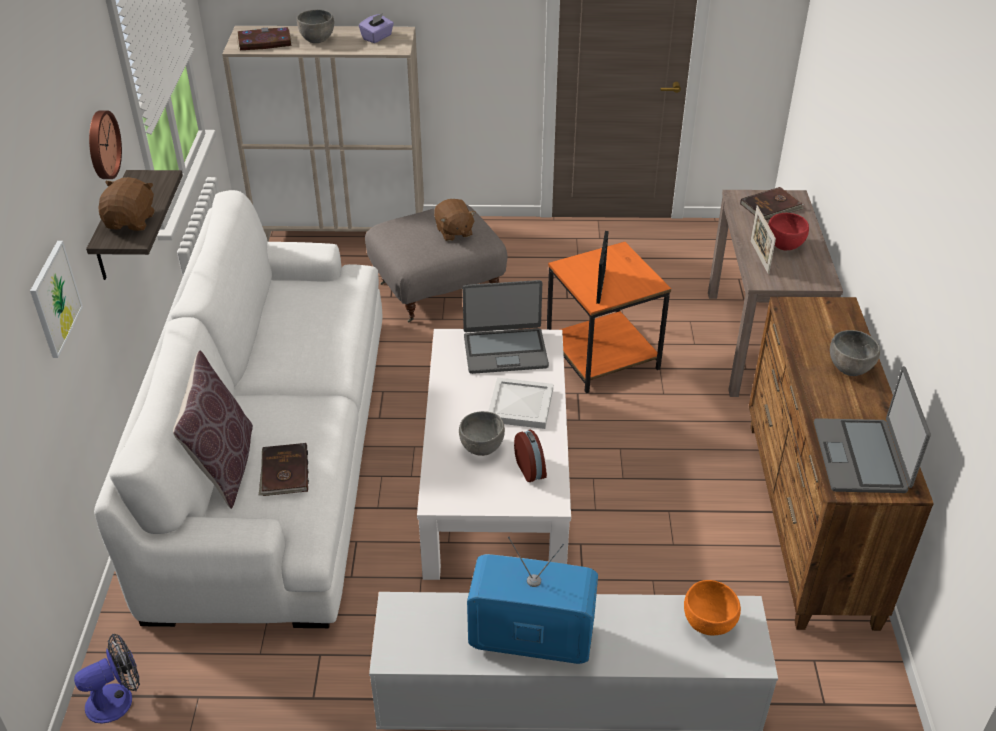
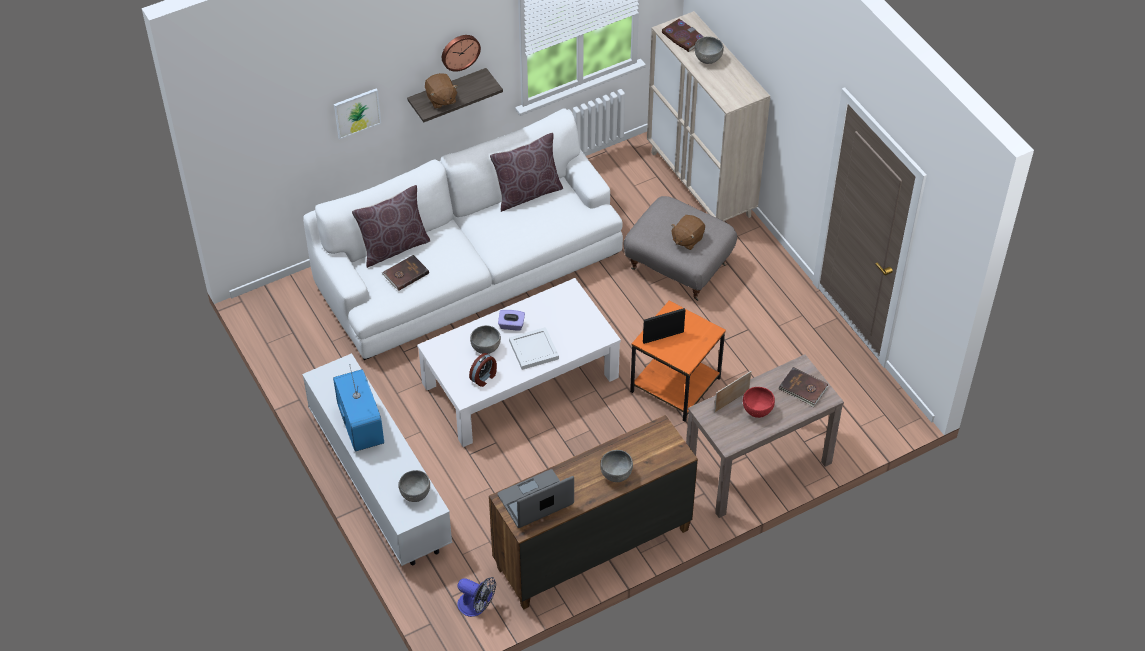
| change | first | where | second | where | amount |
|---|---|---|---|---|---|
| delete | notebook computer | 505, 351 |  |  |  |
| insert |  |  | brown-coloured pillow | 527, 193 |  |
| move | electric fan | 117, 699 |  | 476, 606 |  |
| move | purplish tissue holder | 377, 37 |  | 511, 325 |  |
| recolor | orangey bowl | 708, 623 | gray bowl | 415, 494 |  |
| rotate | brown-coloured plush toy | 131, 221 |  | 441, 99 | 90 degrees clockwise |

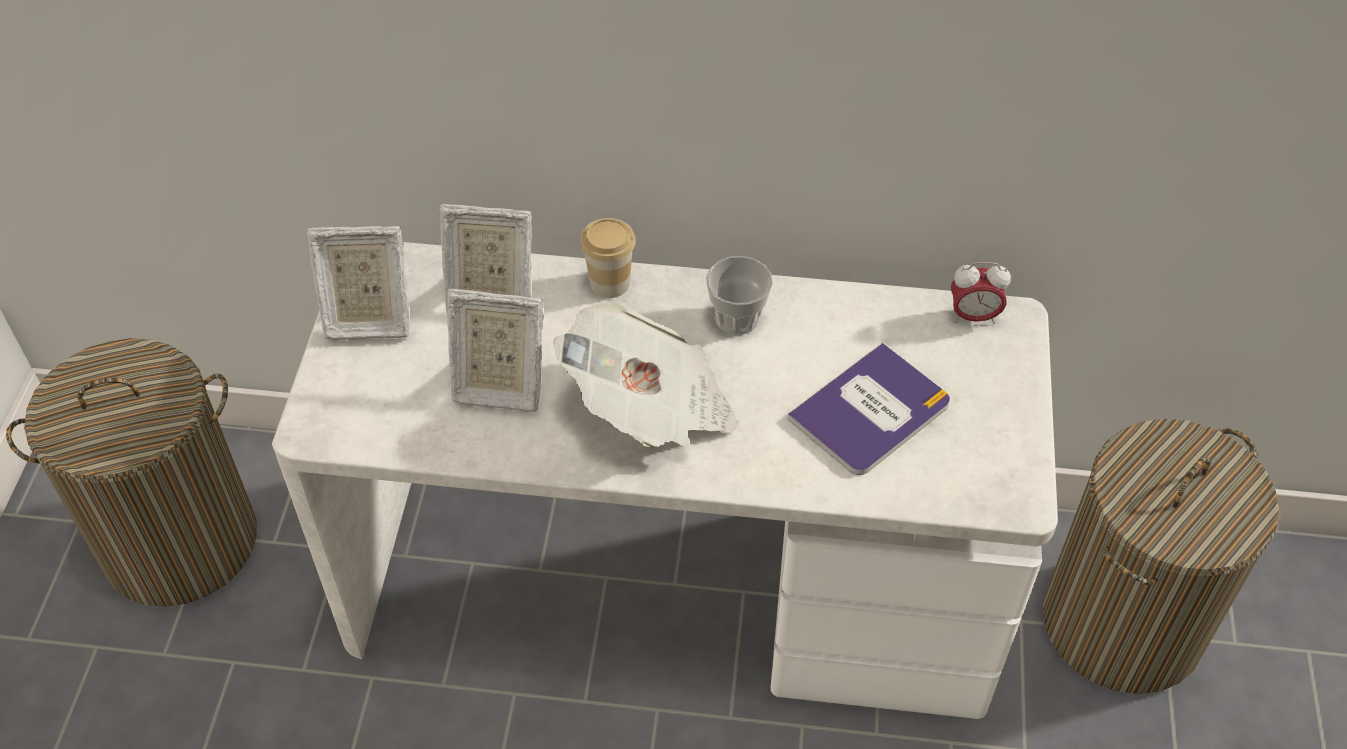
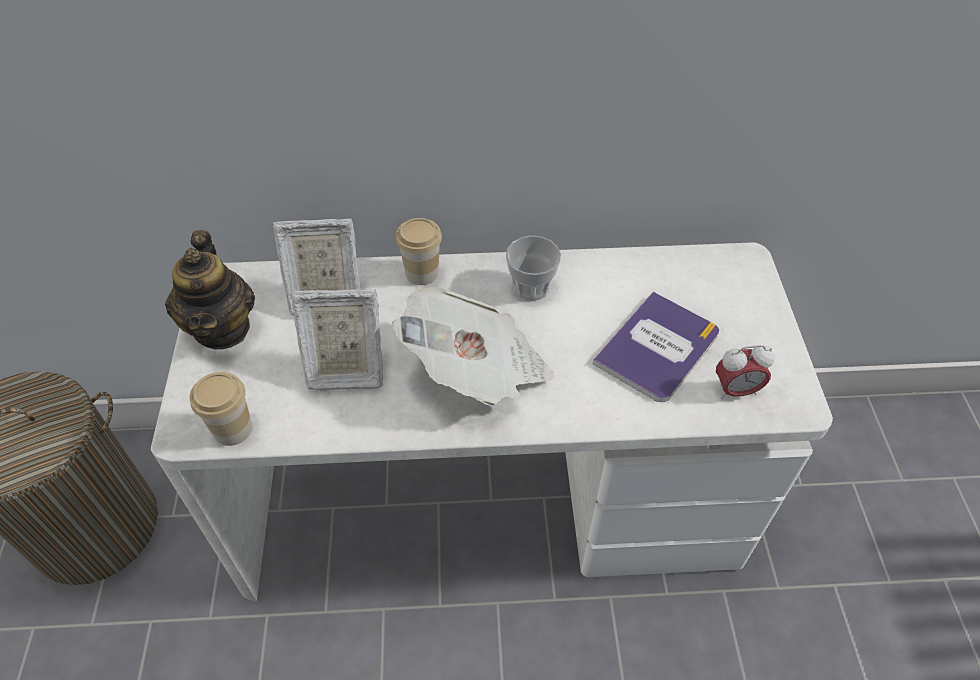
| change | first | where | second | where | amount |
|---|---|---|---|---|---|
| delete | laundry basket | 1122, 623 |  |  |  |
| insert |  |  | small cup | 233, 429 |  |
| move | alarm clock | 973, 316 |  | 735, 390 |  |
| replace | standing frame | 367, 318 | tea pot | 222, 328 |  |

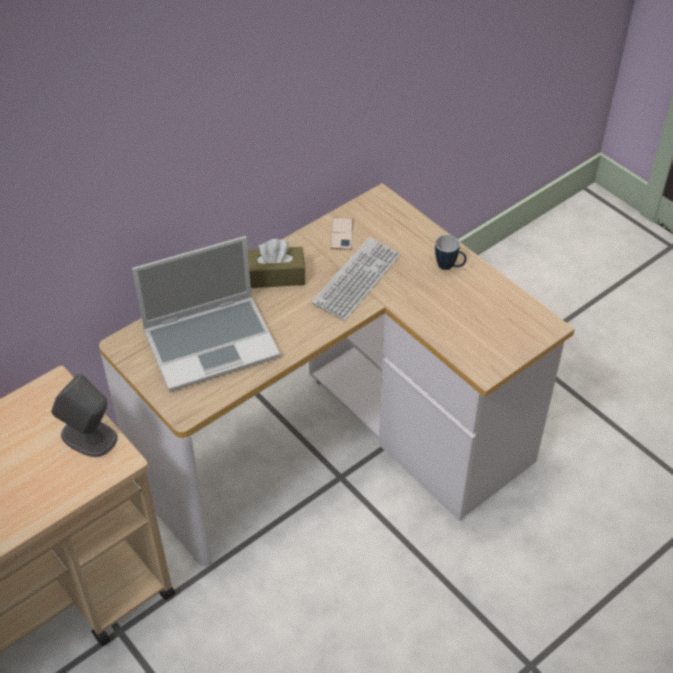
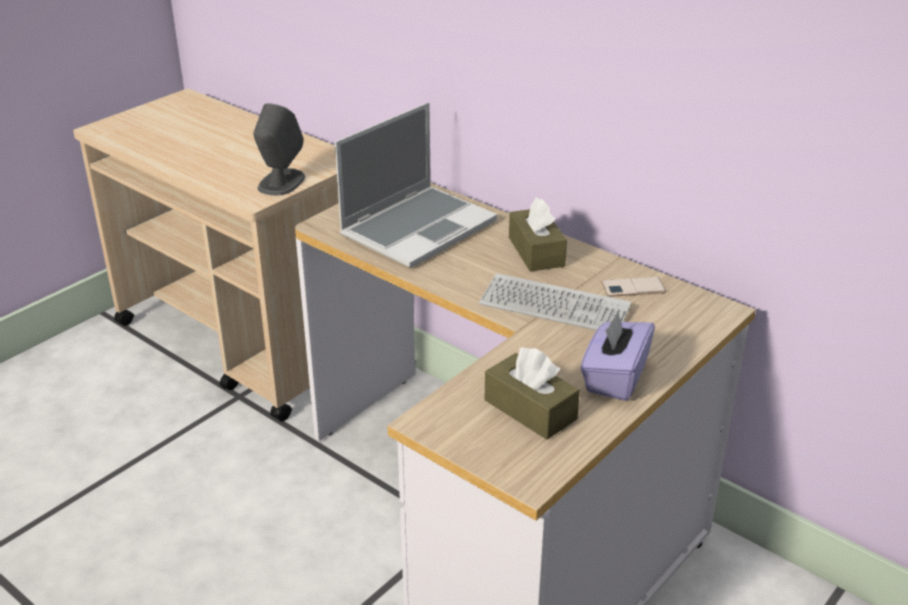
| change | first | where | second | where | amount |
|---|---|---|---|---|---|
| insert |  |  | brown-coloured tissue holder | 530, 409 |  |
| replace | tea mug | 449, 267 | purplish tissue holder | 614, 377 |  |
| rotate | notebook computer | 212, 343 |  | 418, 228 | 105 degrees counterclockwise |

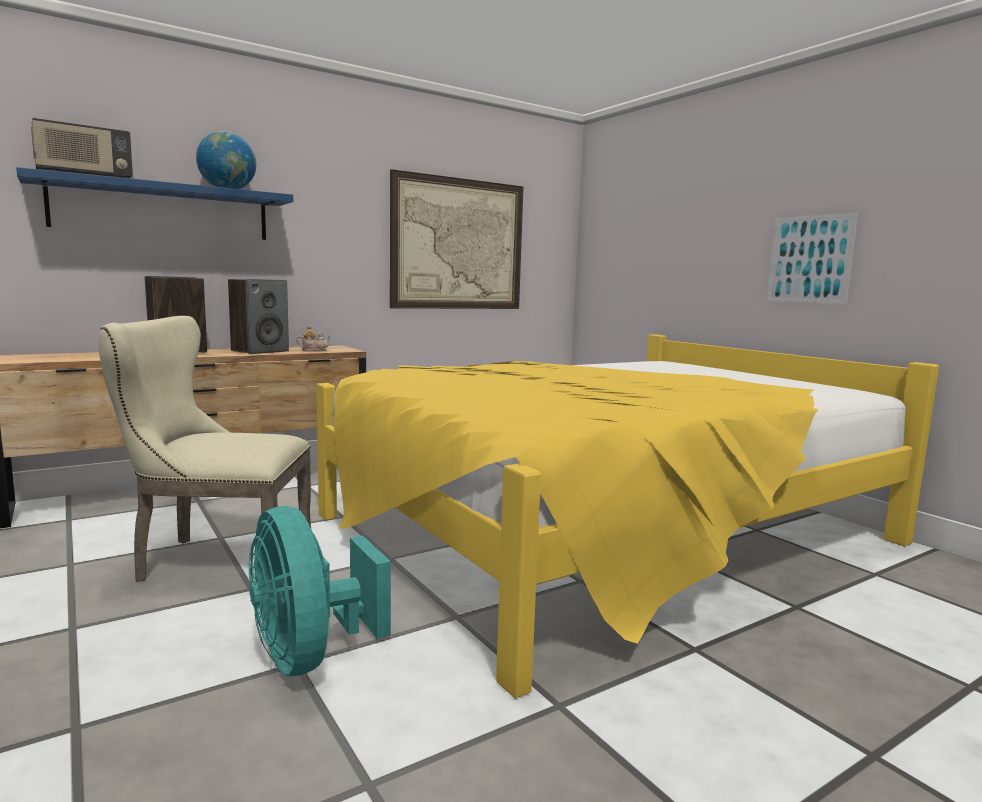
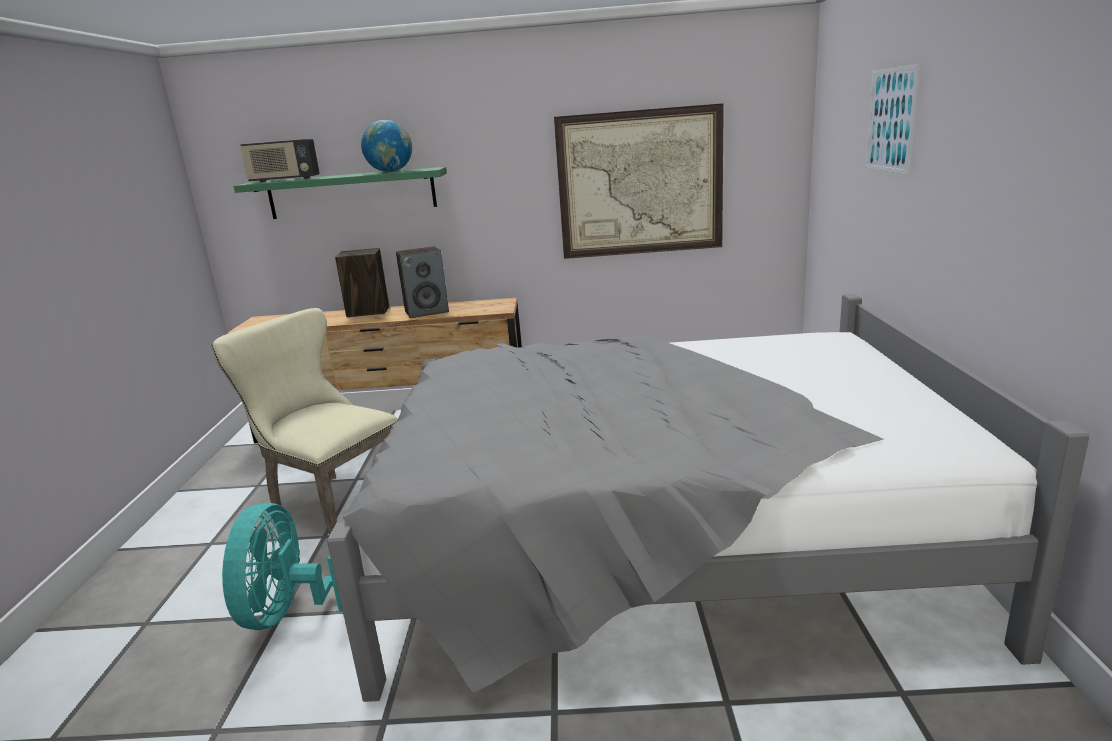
| change | first | where | second | where | amount |
|---|---|---|---|---|---|
| delete | tea pot | 313, 350 |  |  |  |
| move | picture | 809, 259 |  | 891, 120 |  |
| recolor | bluish wall shelf | 163, 210 | greenish wall shelf | 351, 193 |  |
| recolor | yellow bed | 606, 530 | gray bed | 658, 541 |  |

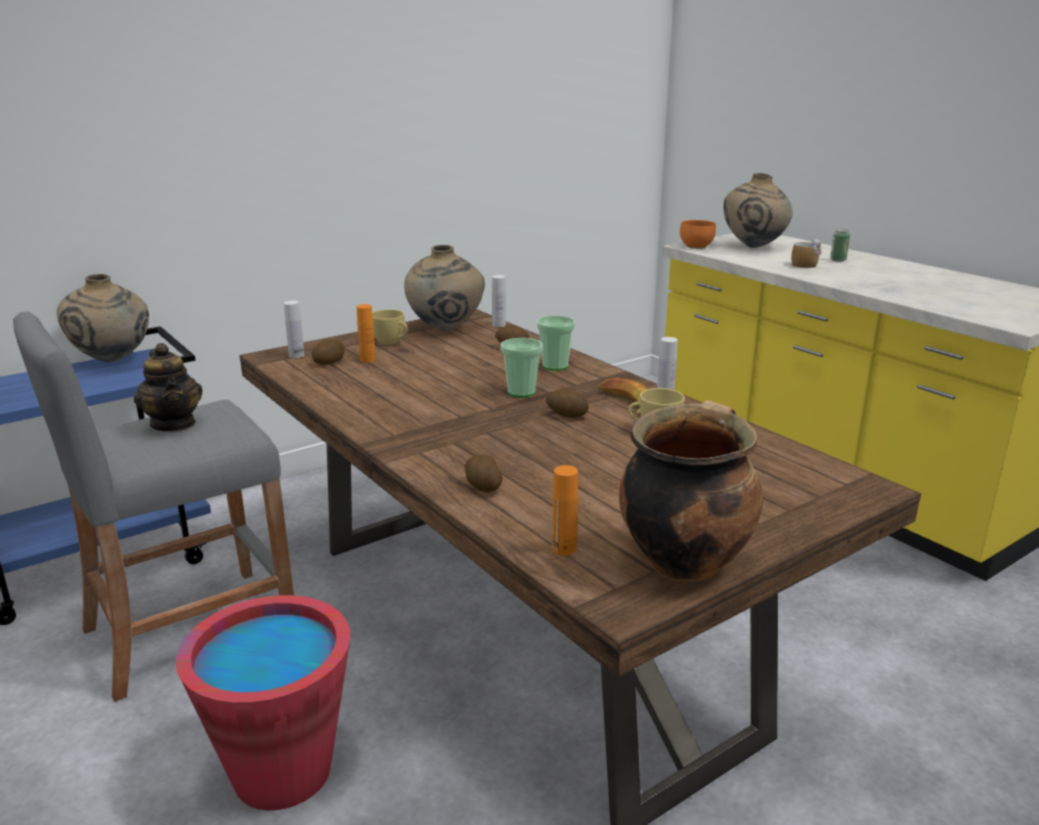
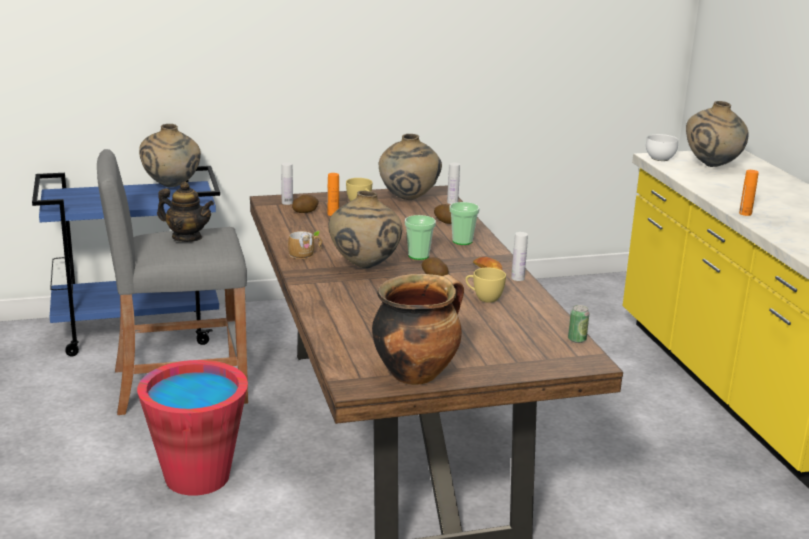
| change | first | where | second | where | amount |
|---|---|---|---|---|---|
| delete | whole potato | 482, 486 |  |  |  |
| insert |  |  | sand-coloured vase | 364, 266 |  |
| move | orangey bottle | 564, 549 |  | 745, 213 |  |
| move | tea mug | 806, 264 |  | 305, 254 |  |
| move | sealed can | 838, 260 |  | 577, 339 |  |
| recolor | orangey bowl | 697, 247 | white-coloured bowl | 660, 159 |  |
| rotate | tea pot | 174, 424 |  | 187, 238 | 60 degrees counterclockwise |

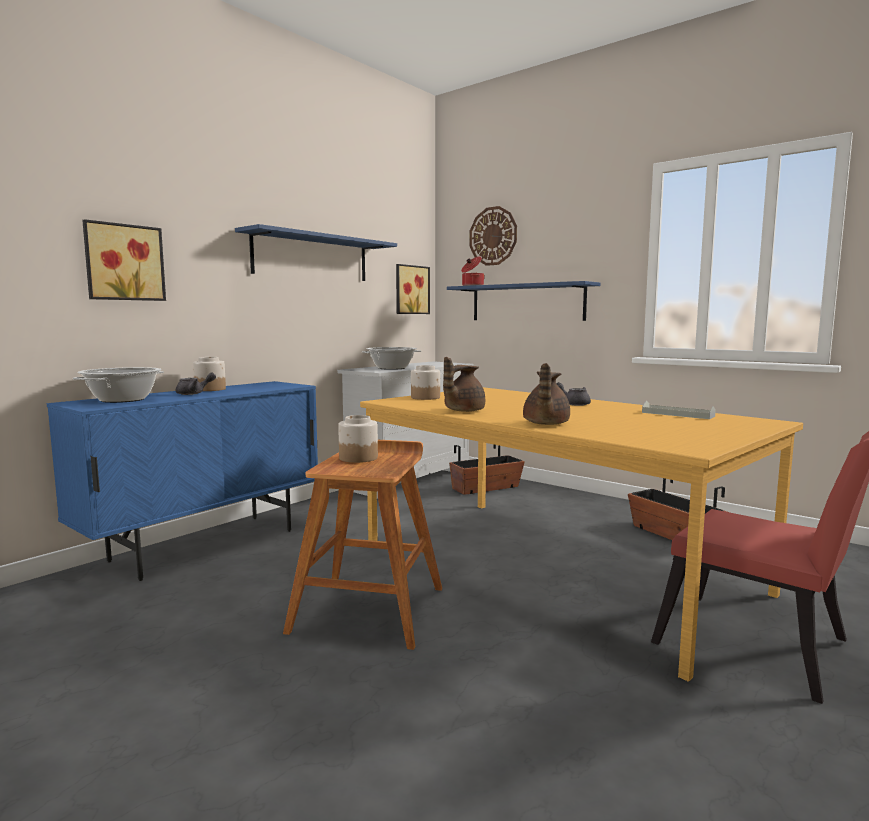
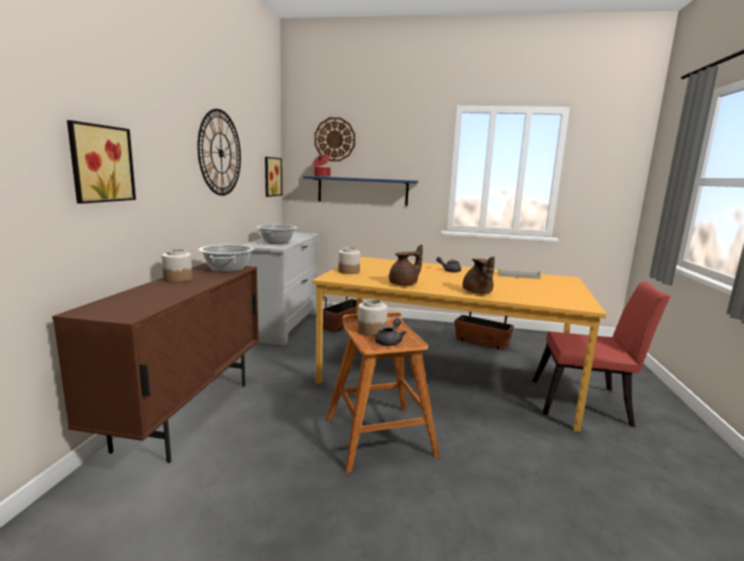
| change | first | where | second | where | amount |
|---|---|---|---|---|---|
| move | cooking pot | 122, 400 |  | 227, 269 |  |
| move | gray tea pot | 194, 393 |  | 390, 341 |  |
| replace | bluish wall shelf | 312, 257 | clock on the wall | 220, 153 |  |
| recolor | bluish storage cabinet | 206, 545 | brown-coloured storage cabinet | 187, 414 |  |
| rotate | brown-coloured tea pot | 462, 411 |  | 404, 284 | 135 degrees counterclockwise |

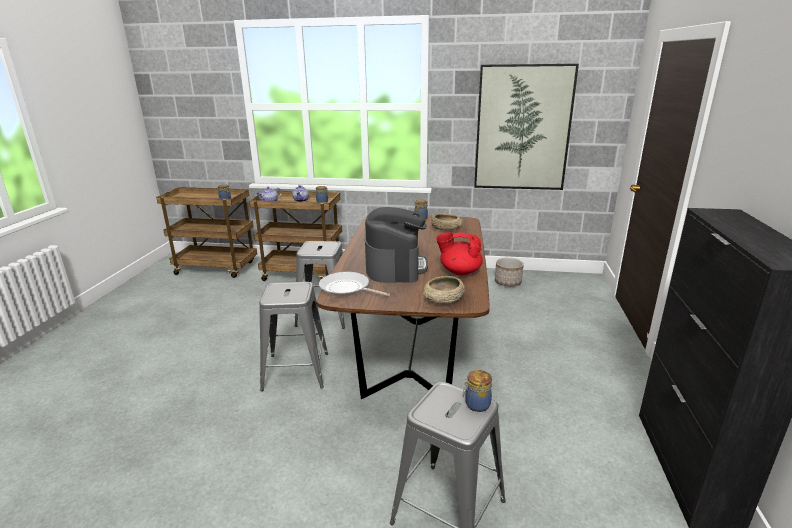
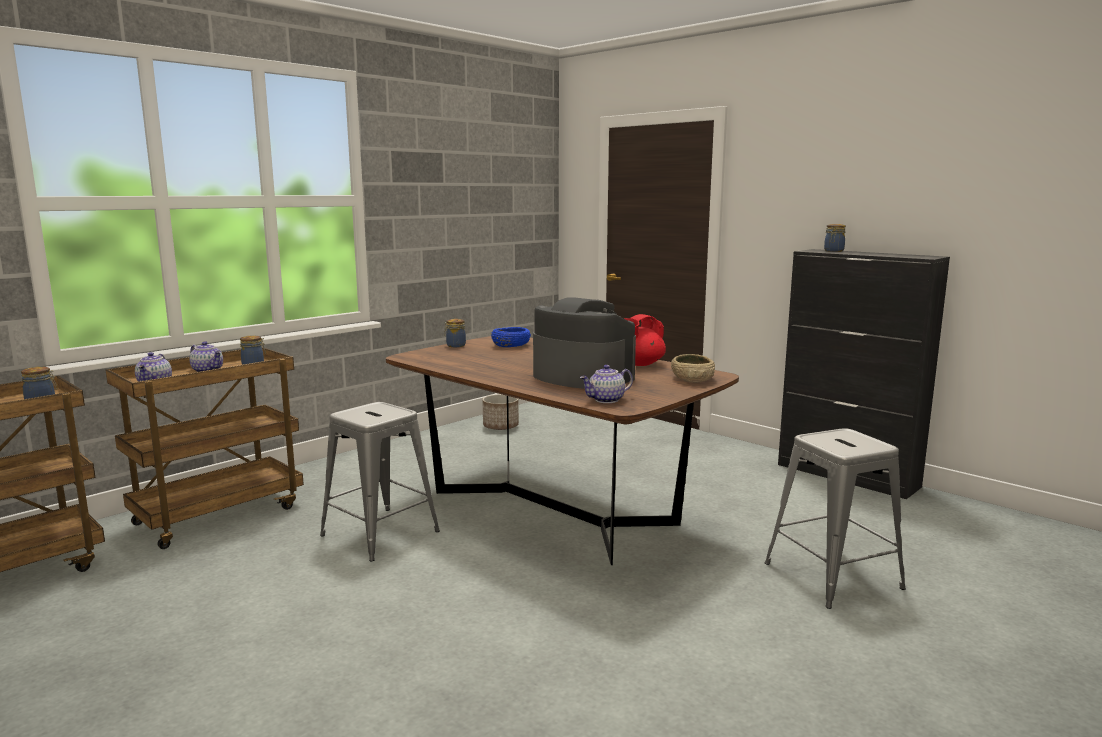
| change | first | where | second | where | amount |
|---|---|---|---|---|---|
| delete | gray sitting stool | 296, 371 |  |  |  |
| delete | picture | 522, 129 |  |  |  |
| move | storage jar | 476, 404 |  | 833, 251 |  |
| replace | skillet | 347, 288 | tea pot | 606, 400 |  |
| recolor | sand-coloured bowl | 445, 228 | bluish bowl | 510, 345 |  |

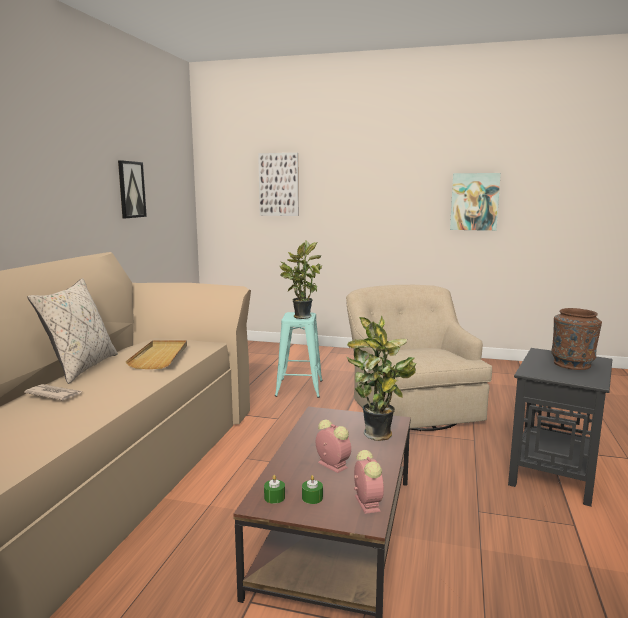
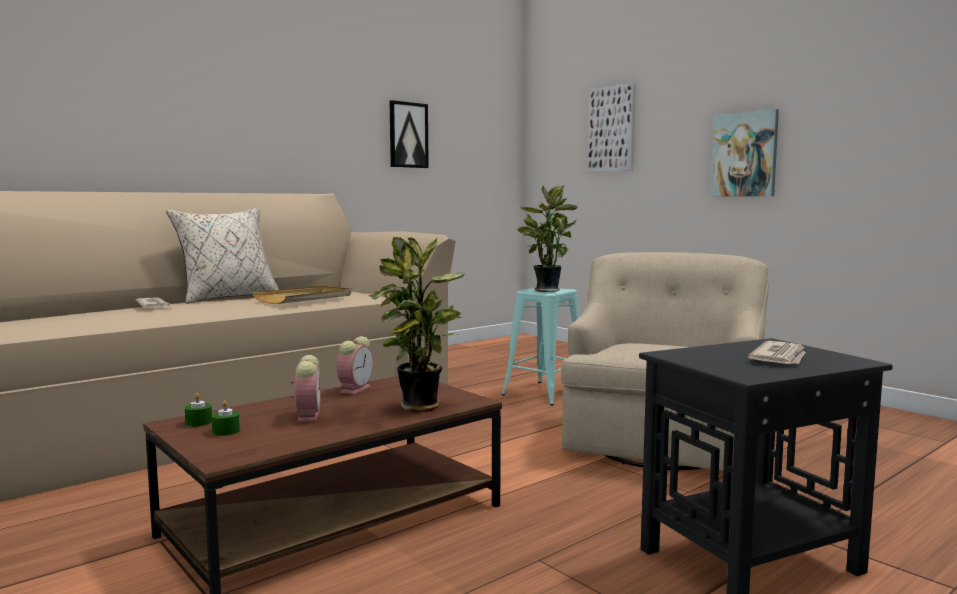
| change | first | where | second | where | amount |
|---|---|---|---|---|---|
| move | alarm clock | 366, 502 |  | 355, 389 |  |
| move | picture | 474, 201 |  | 744, 154 |  |
| replace | brown-coloured vase | 572, 364 | newspaper | 780, 357 |  |

